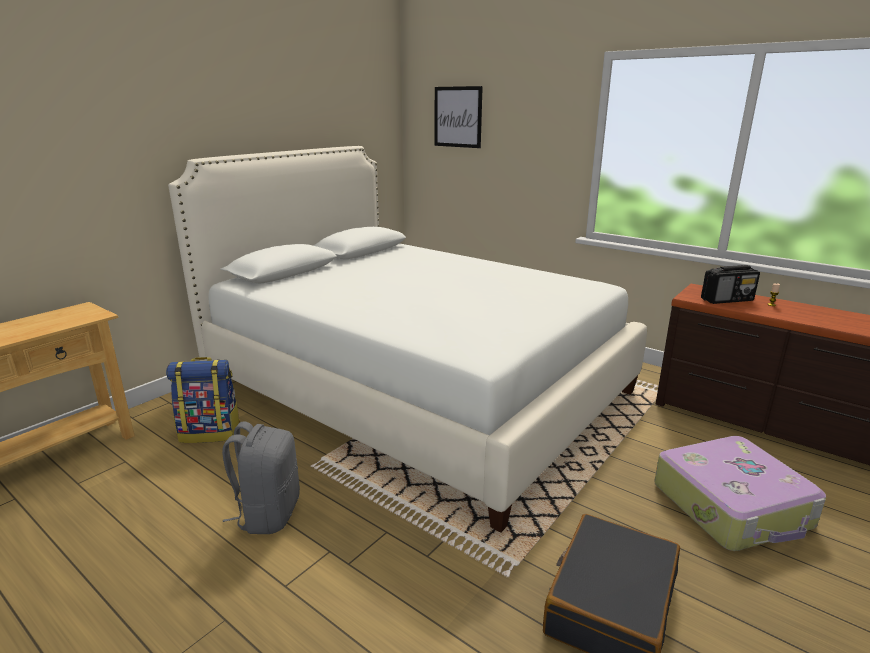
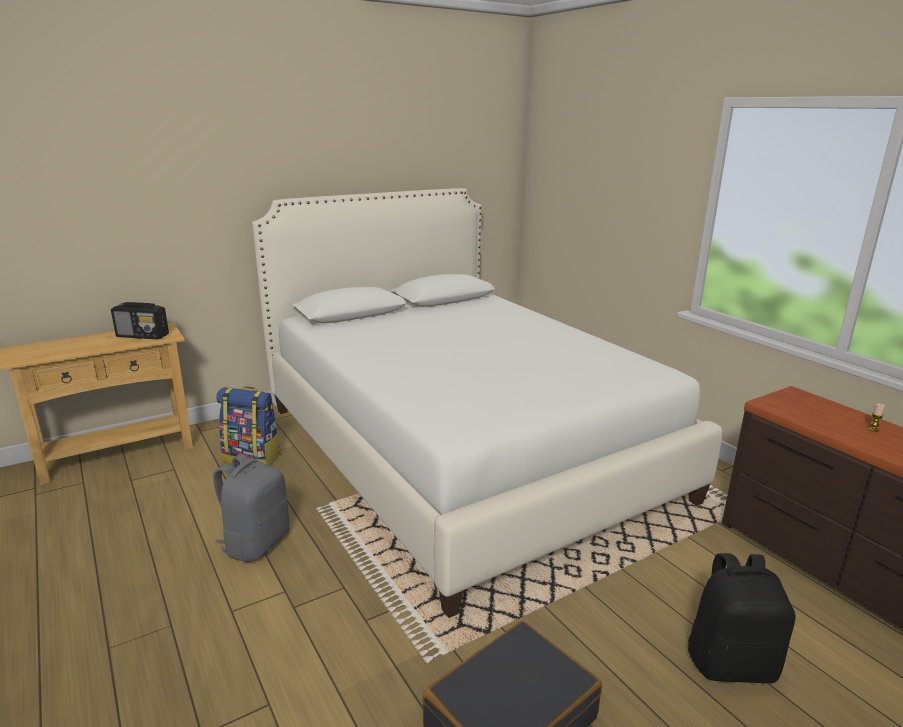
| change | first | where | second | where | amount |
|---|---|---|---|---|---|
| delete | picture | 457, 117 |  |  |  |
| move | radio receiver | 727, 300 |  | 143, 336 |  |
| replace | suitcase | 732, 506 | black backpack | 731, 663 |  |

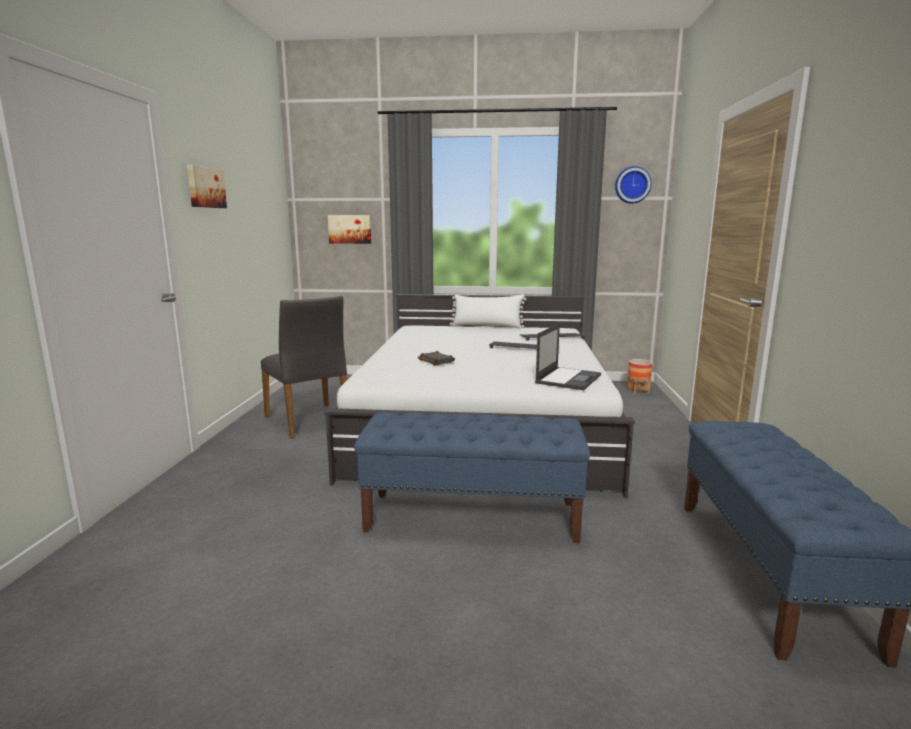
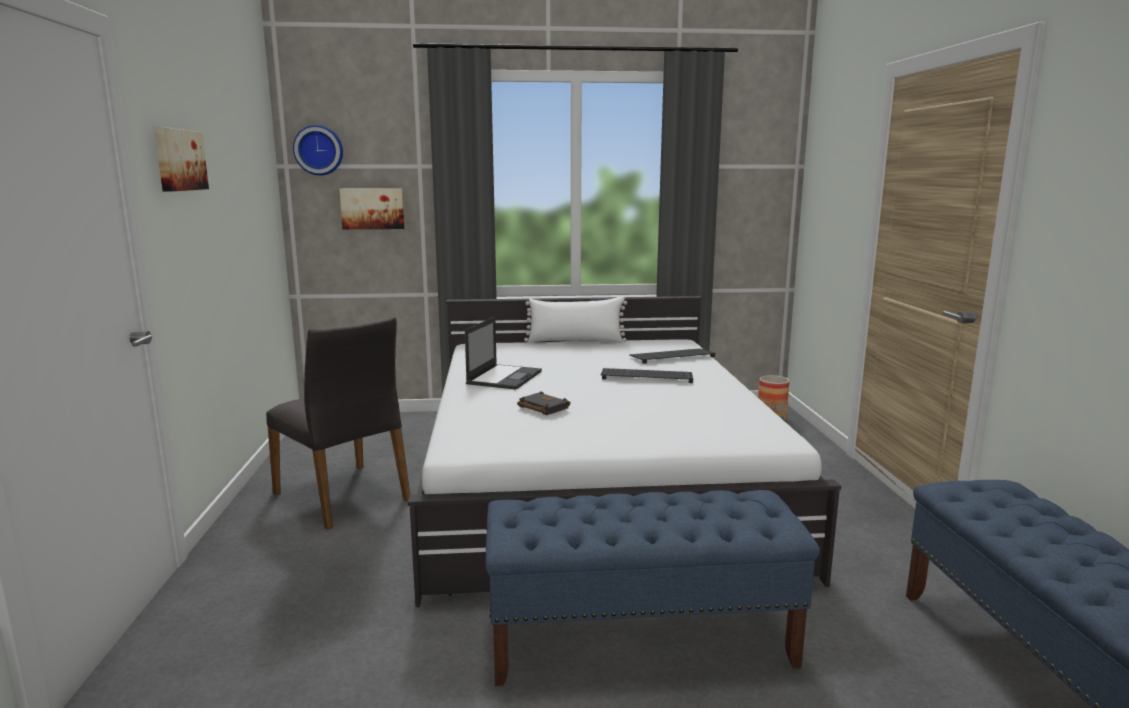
| change | first | where | second | where | amount |
|---|---|---|---|---|---|
| move | notebook computer | 568, 378 |  | 504, 377 |  |
| move | clock on the wall | 632, 185 |  | 319, 150 |  |

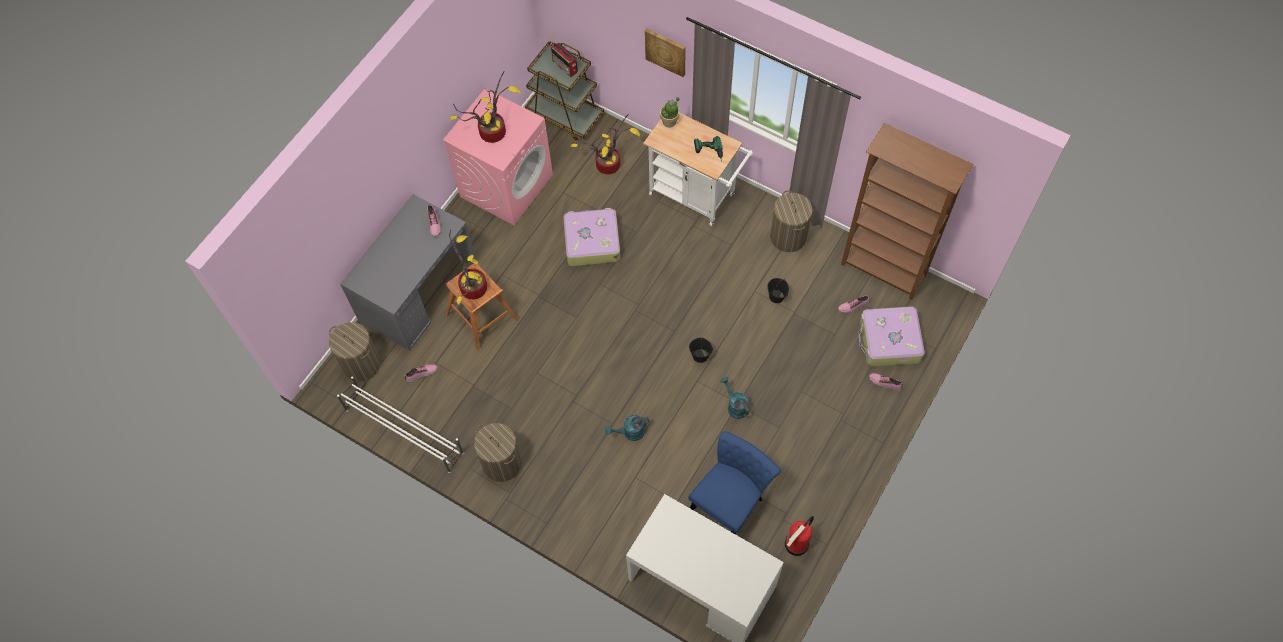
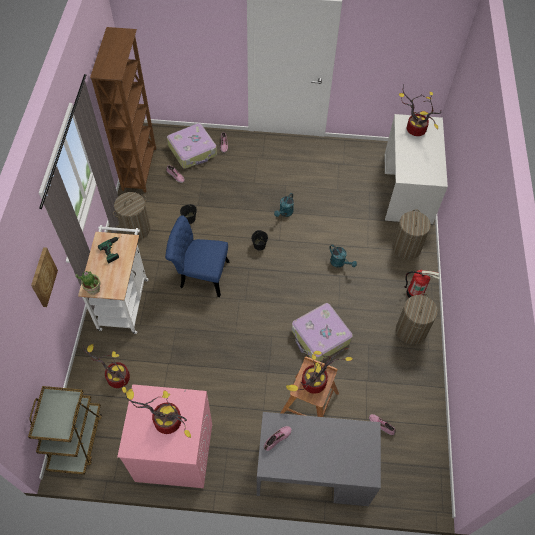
| change | first | where | second | where | amount |
|---|---|---|---|---|---|
| delete | white-coloured shoe shelf | 404, 431 |  |  |  |
| delete | radio receiver | 565, 67 |  |  |  |
| insert |  |  | plant in a pot | 414, 129 |  |
| move | laundry basket | 361, 364 |  | 406, 248 |  |
| move | suitcase | 591, 241 |  | 320, 337 |  |
| move | bluish chair | 730, 501 |  | 199, 274 |  |
| move | fire extinguisher | 796, 544 |  | 415, 293 |  |

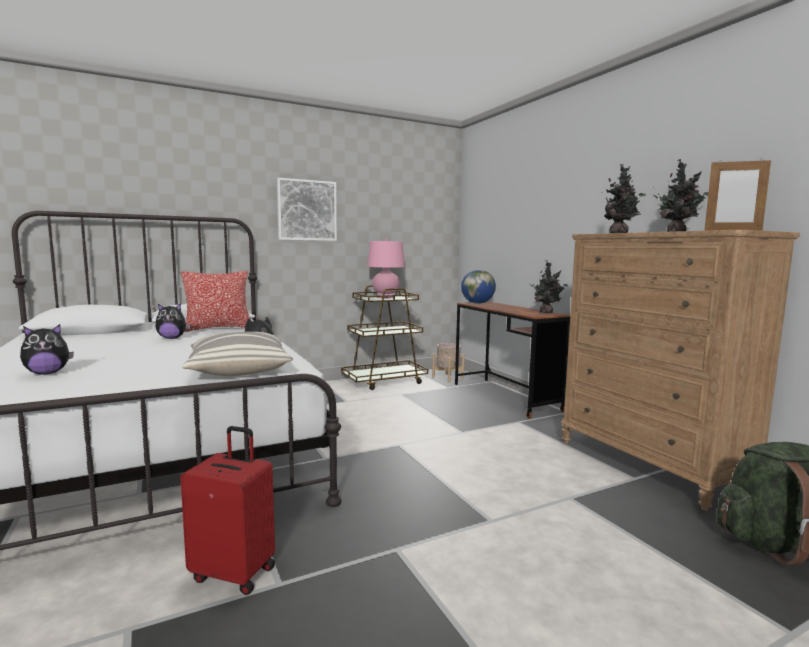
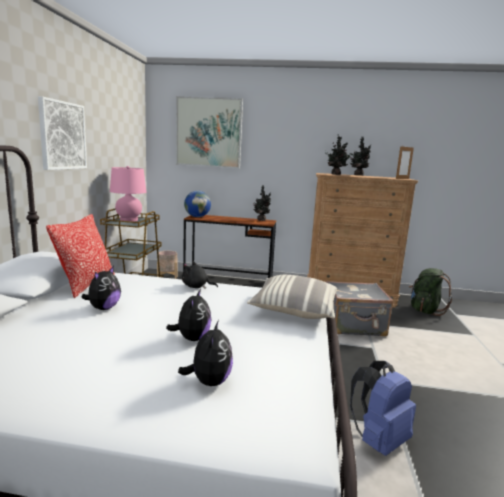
| change | first | where | second | where | amount |
|---|---|---|---|---|---|
| insert |  |  | plush toy | 192, 338 |  |
| insert |  |  | picture | 208, 132 |  |
| insert |  |  | gray suitcase | 354, 326 |  |
| replace | red-coloured suitcase | 234, 572 | bluish backpack | 378, 440 |  |

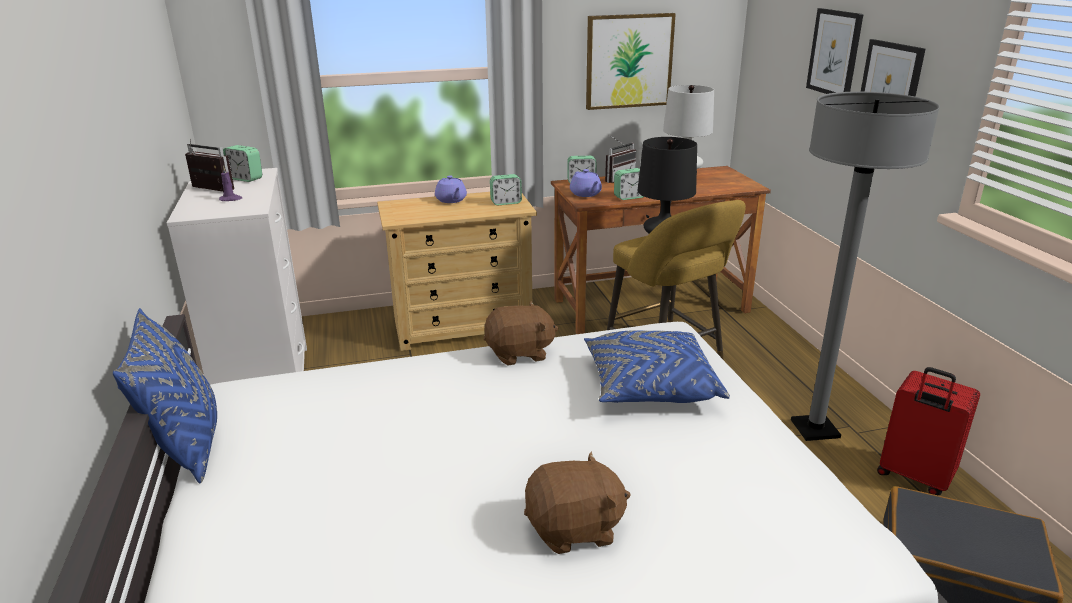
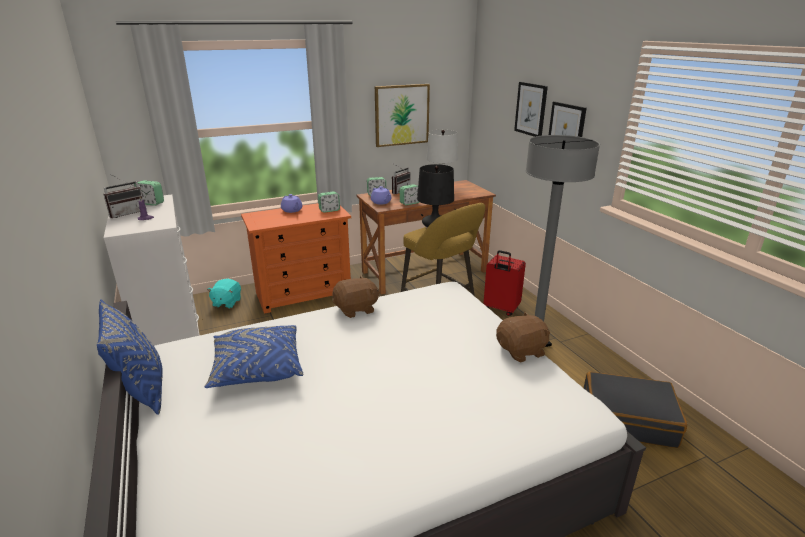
| change | first | where | second | where | amount |
|---|---|---|---|---|---|
| insert |  |  | turquoise-coloured plush toy | 226, 303 |  |
| move | brown-coloured plush toy | 575, 529 |  | 521, 351 |  |
| move | bluish pillow | 649, 386 |  | 257, 368 |  |
| move | red-coloured suitcase | 913, 477 |  | 500, 309 |  |
| recolor | sand-coloured drawer chest | 463, 326 | orangey drawer chest | 304, 293 |  |
| rotate | radio receiver | 208, 191 |  | 127, 213 | 120 degrees clockwise |

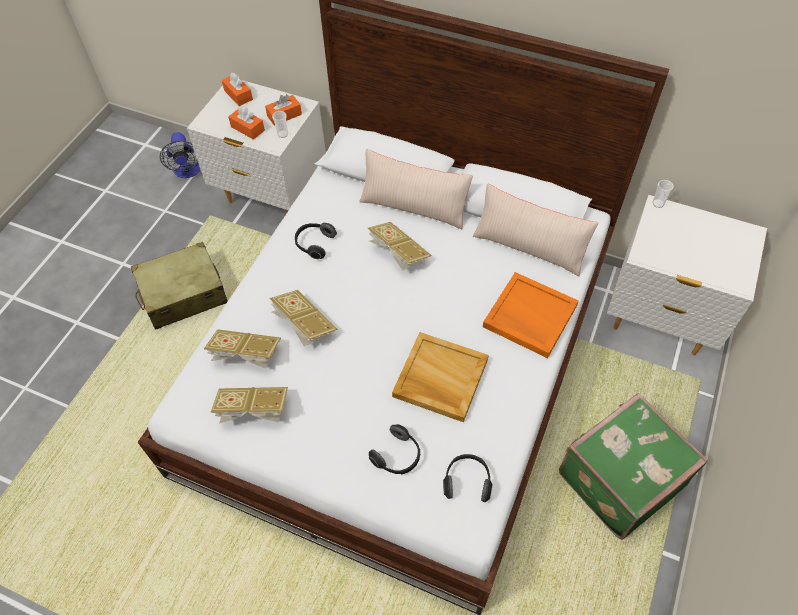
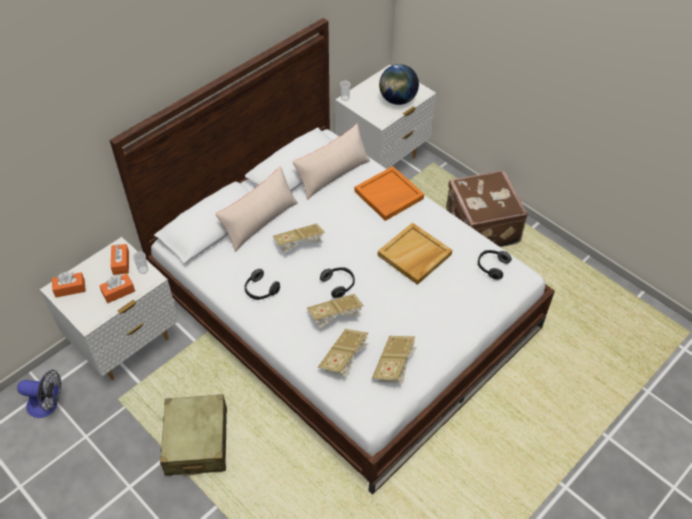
| change | first | where | second | where | amount |
|---|---|---|---|---|---|
| insert |  |  | globe | 397, 100 |  |
| move | headphones | 397, 456 |  | 339, 285 |  |
| recolor | greenish suitcase | 618, 478 | brown-coloured suitcase | 480, 227 |  |

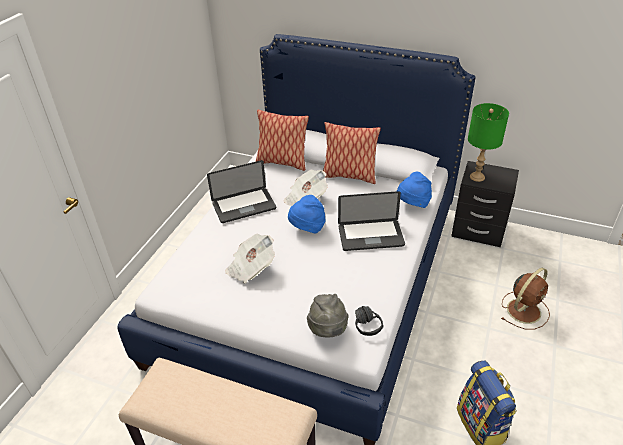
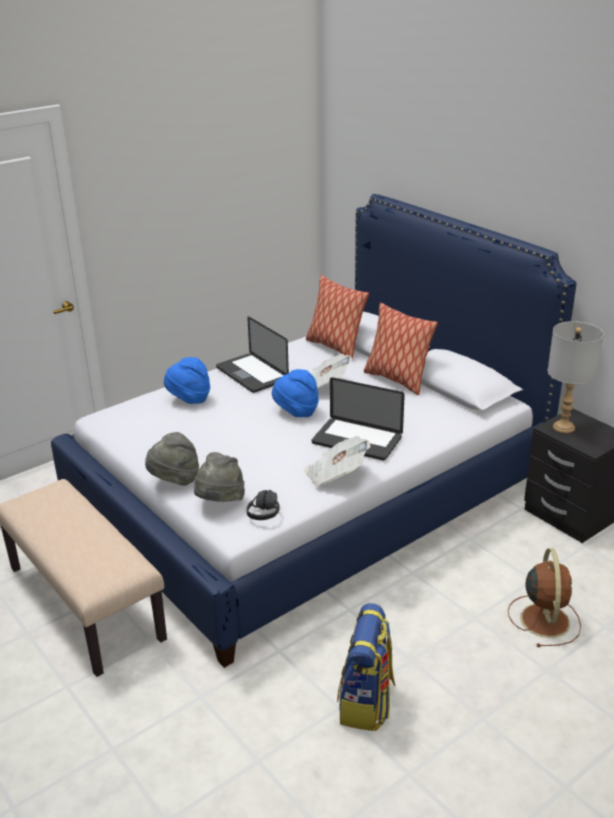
| change | first | where | second | where | amount |
|---|---|---|---|---|---|
| insert |  |  | gray clothing hat | 174, 480 |  |
| move | newspaper | 251, 268 |  | 336, 475 |  |
| move | bluish clothing hat | 412, 204 |  | 189, 399 |  |
| recolor | greenish tabletop lamp | 477, 177 | gray tabletop lamp | 564, 427 |  |
| rotate | notebook computer | 244, 206 |  | 251, 374 | 45 degrees clockwise |
| rotate | brown-coloured electric fan | 524, 310 |  | 544, 619 | 75 degrees counterclockwise |

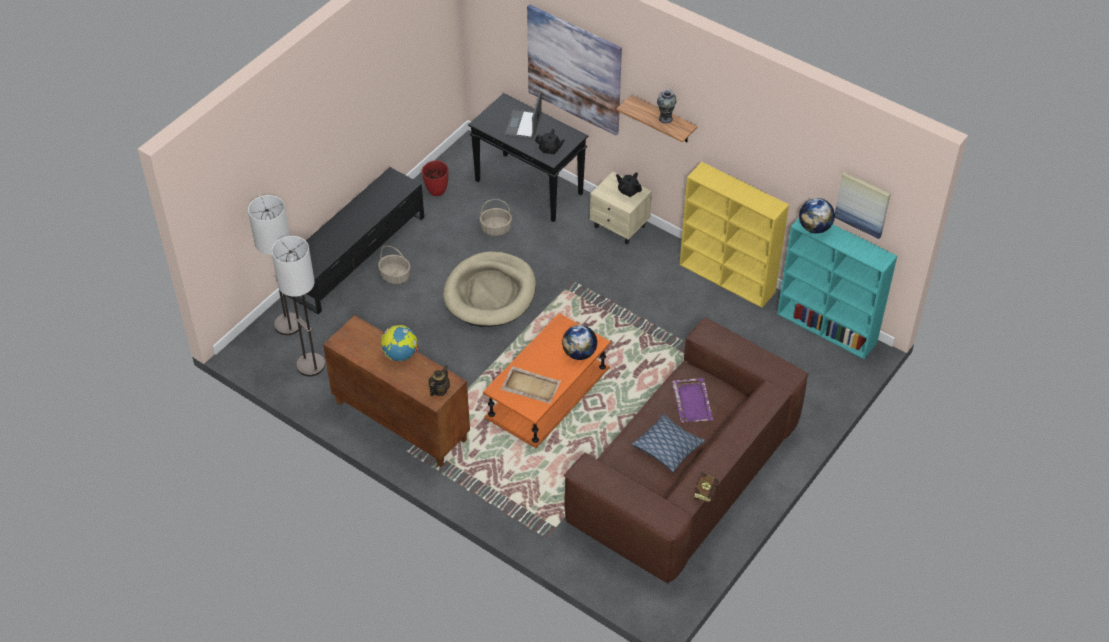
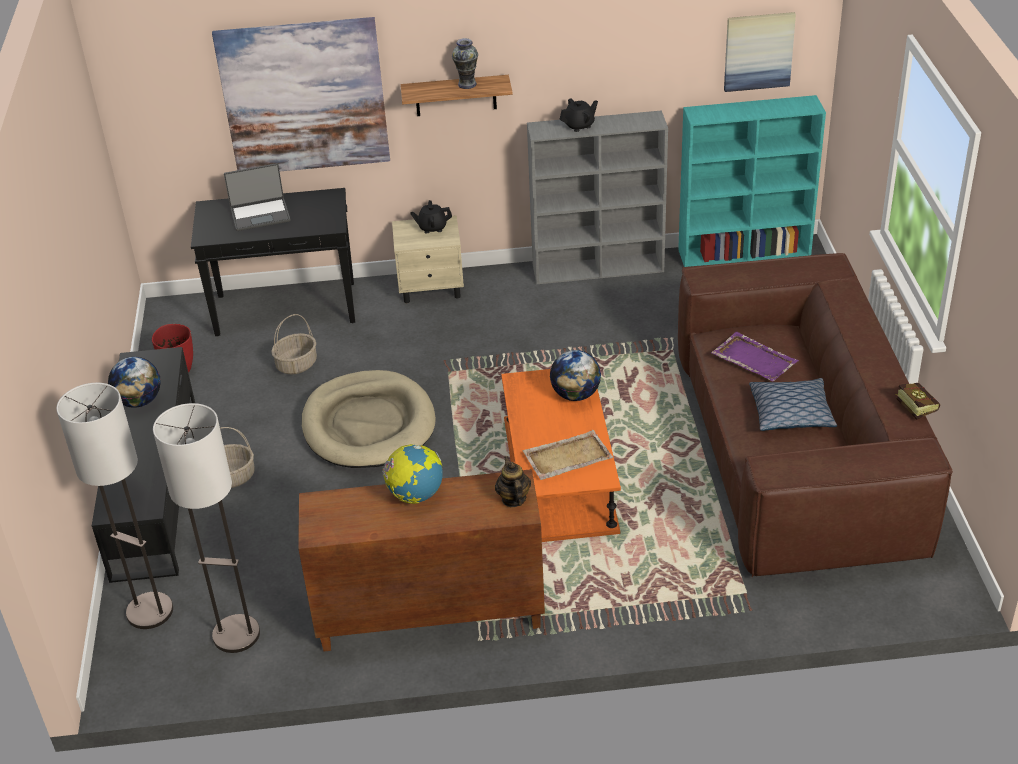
| change | first | where | second | where | amount |
|---|---|---|---|---|---|
| move | black tea pot | 549, 149 |  | 579, 125 |  |
| move | globe | 814, 228 |  | 139, 401 |  |
| recolor | yellow shelving unit | 728, 278 | gray shelving unit | 599, 268 |  |
| rotate | notebook computer | 524, 125 |  | 260, 215 | 75 degrees counterclockwise |

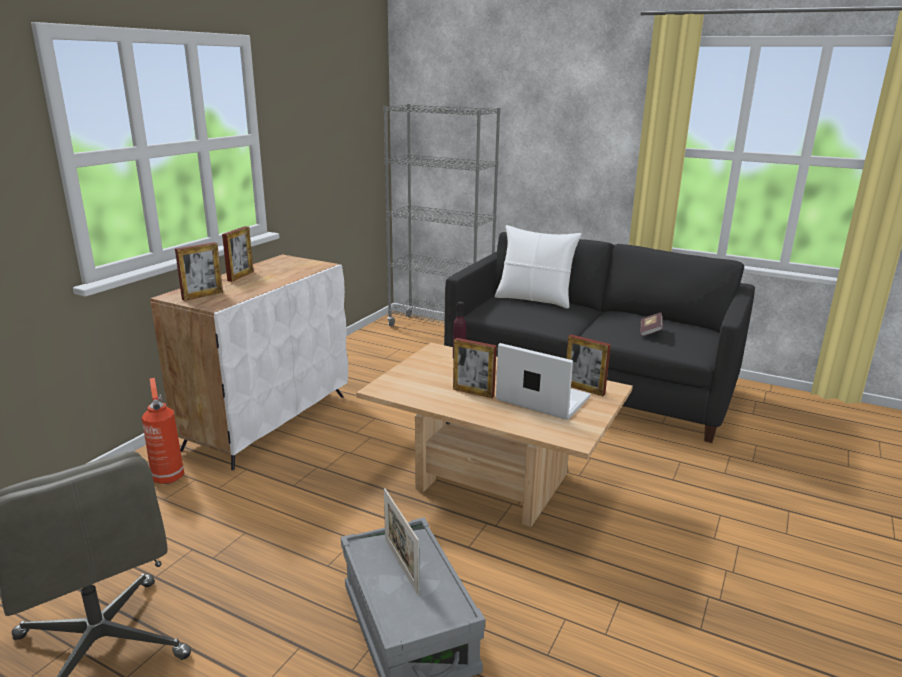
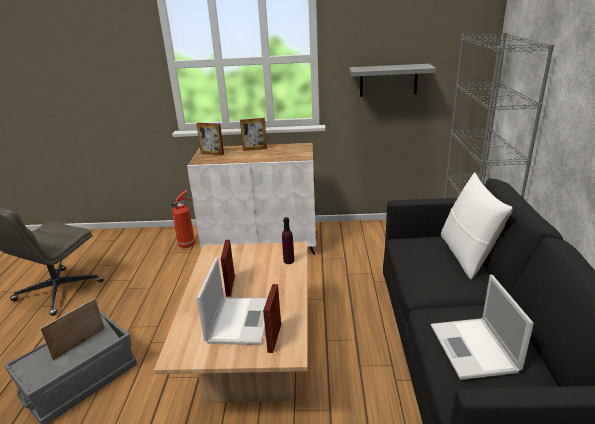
| change | first | where | second | where | amount |
|---|---|---|---|---|---|
| insert |  |  | gray wall shelf | 388, 80 |  |
| replace | bound book | 650, 331 | notebook computer | 474, 349 |  |

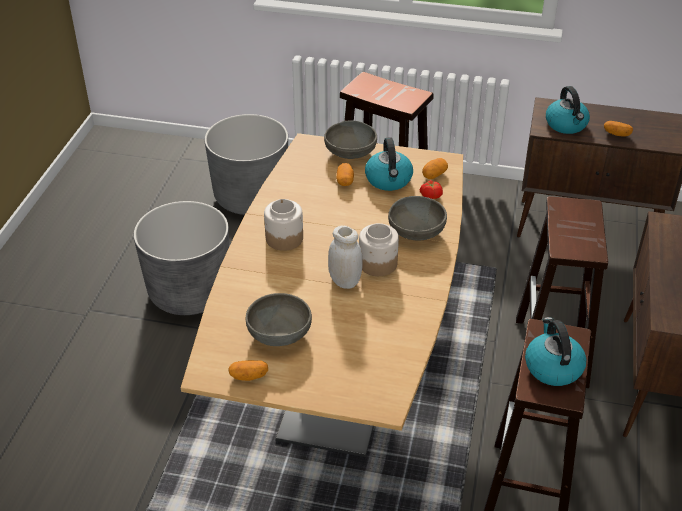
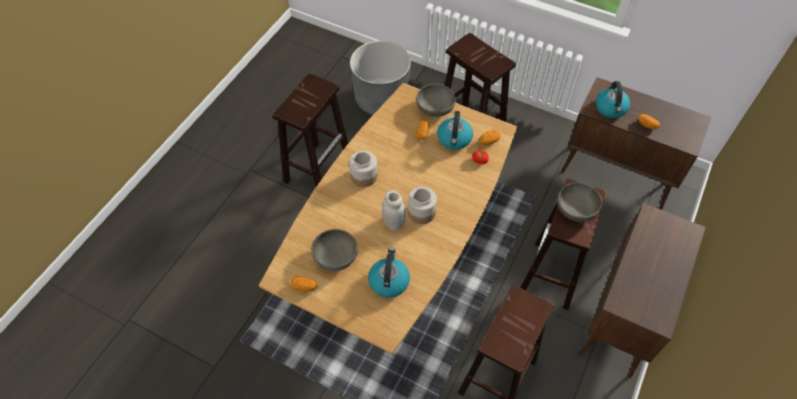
| change | first | where | second | where | amount |
|---|---|---|---|---|---|
| move | gray bowl | 416, 231 |  | 576, 209 |  |
| move | kettle | 552, 367 |  | 389, 281 |  |
| replace | gray plant pot | 189, 292 | brown-coloured sitting stool | 318, 170 |  |

